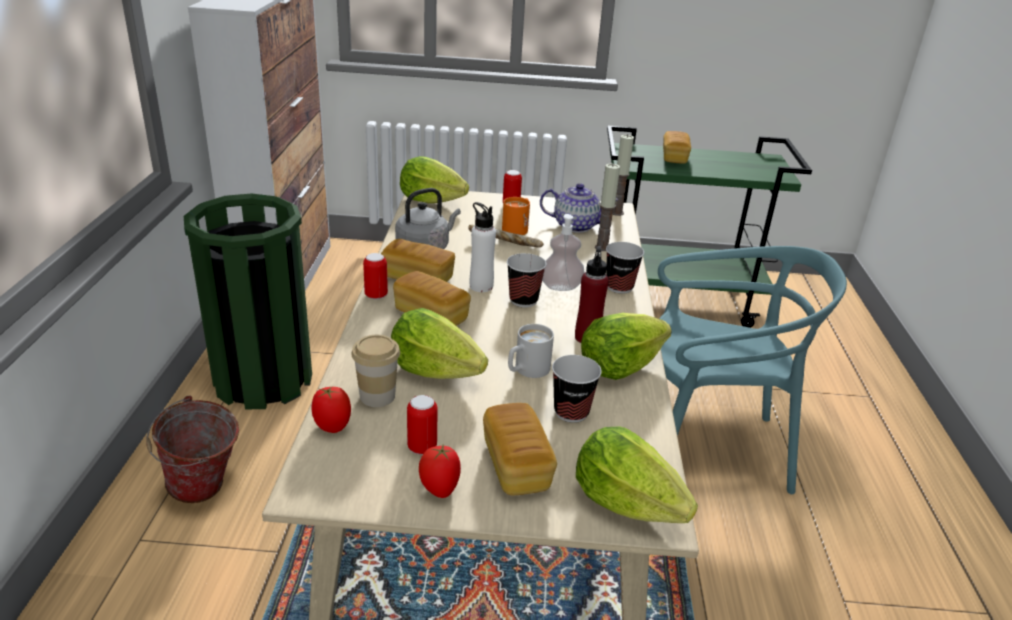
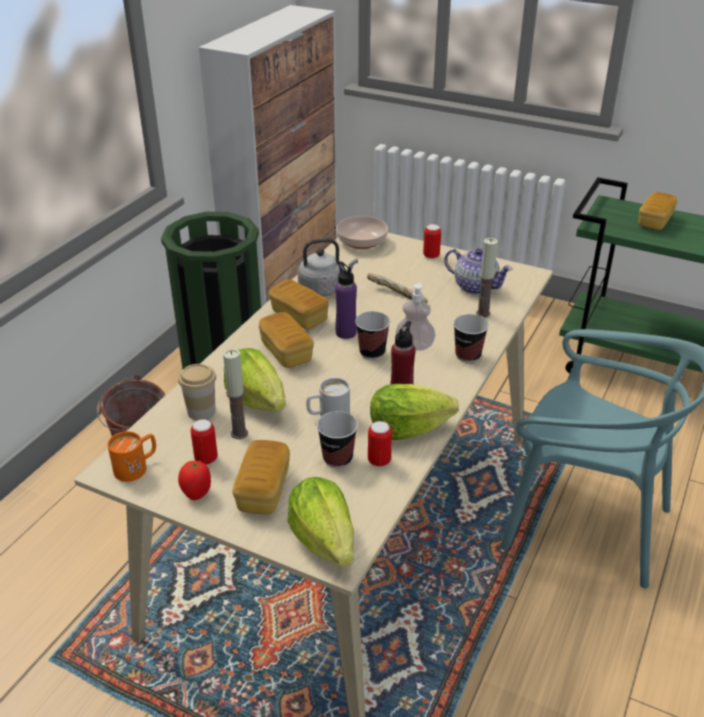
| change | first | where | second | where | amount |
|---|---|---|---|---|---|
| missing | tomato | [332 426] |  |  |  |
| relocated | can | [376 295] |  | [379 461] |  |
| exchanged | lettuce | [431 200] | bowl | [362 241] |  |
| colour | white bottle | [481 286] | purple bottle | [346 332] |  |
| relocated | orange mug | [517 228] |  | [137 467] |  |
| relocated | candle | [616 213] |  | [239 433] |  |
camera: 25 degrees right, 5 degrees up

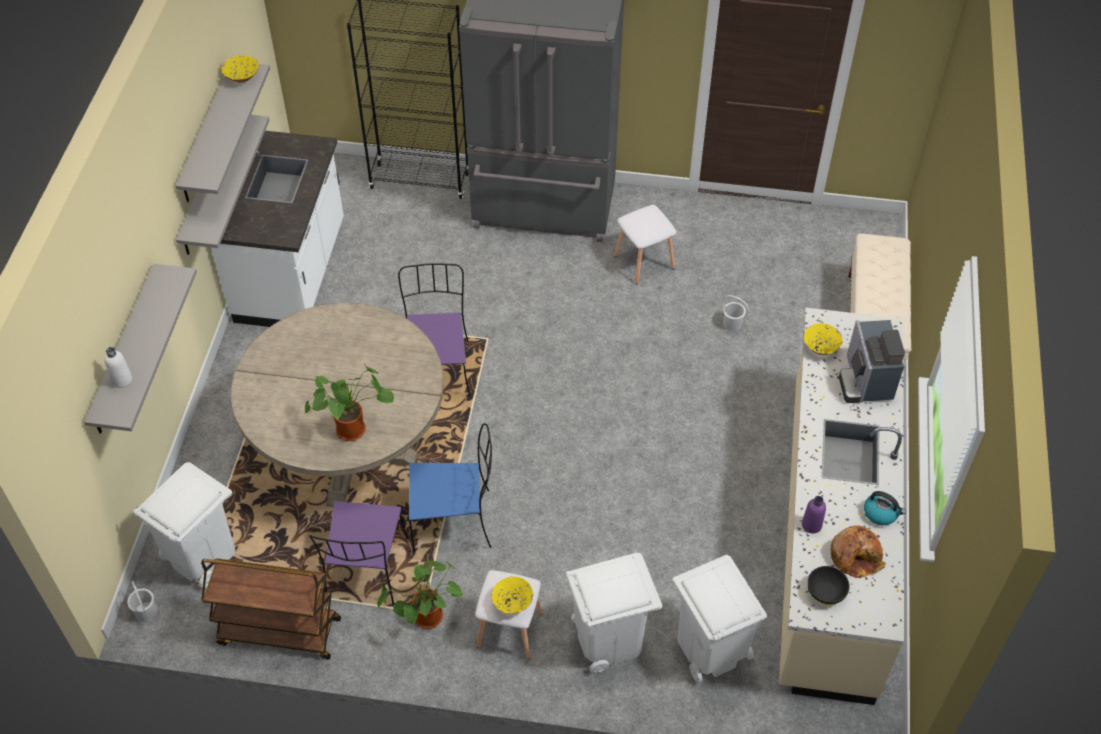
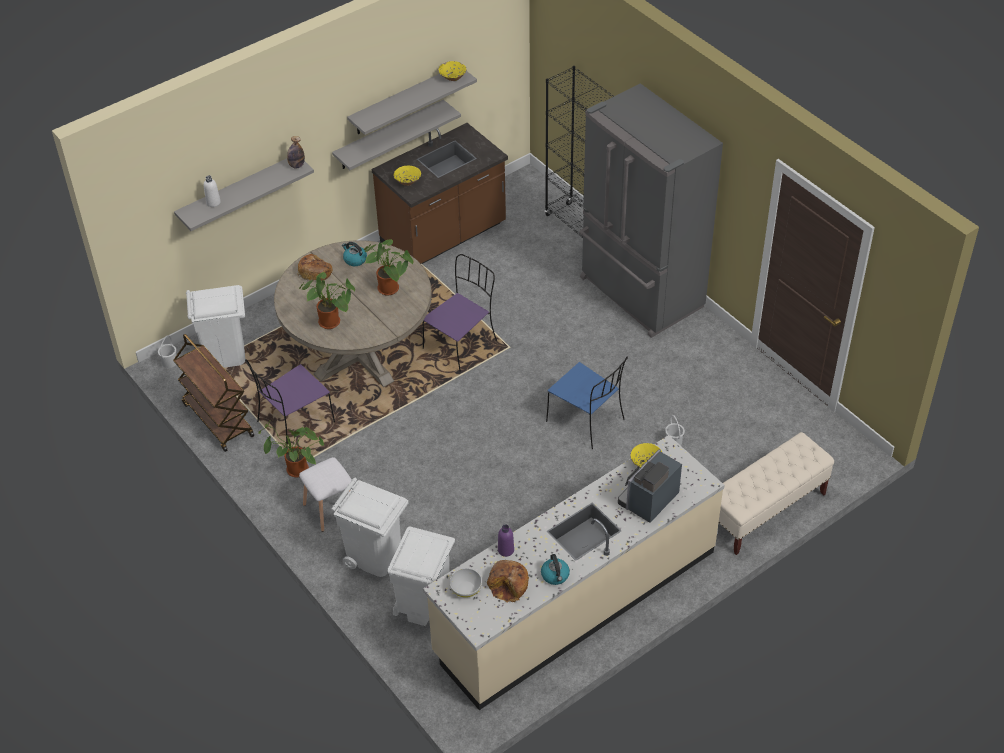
| change | first | where | second | where | amount |
|---|---|---|---|---|---|
| colour | white counter | [292 273] | brown counter | [444 236] |  |
| relocated | blue chair | [454 521] |  | [587 421] |  |
| relocated | yellow bowl | [512 602] |  | [407 182] |  |
| missing | white stool | [643 262] |  |  |  |
| colour | black bowl | [826 592] | white bowl | [466 589] |  |
| appeared |  |  | bottle | [296 165] |  |
| appeared |  |  | bread | [315 271] |  |
| appeared |  |  | kettle | [354 260] |  |
| appeared |  |  | potted plant | [390 289] |  |
camera: 45 degrees right, 5 degrees down

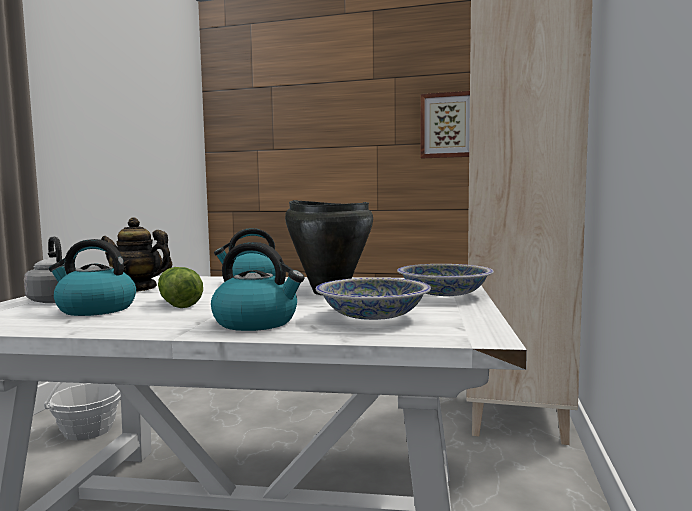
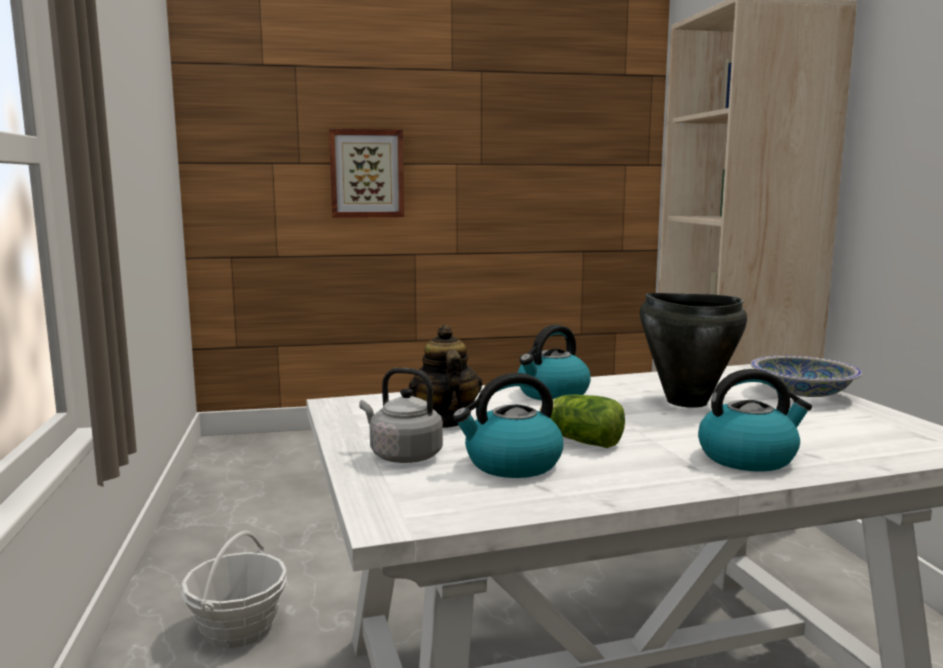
| change | first | where | second | where | amount |
|---|---|---|---|---|---|
| spun | teapot | [137 289] |  | [445 421] | 90 degrees clockwise |
| missing | bowl | [373 317] |  |  |  |
| relocated | picture | [447 125] |  | [367 173] |  |
camera: 25 degrees left, 5 degrees up

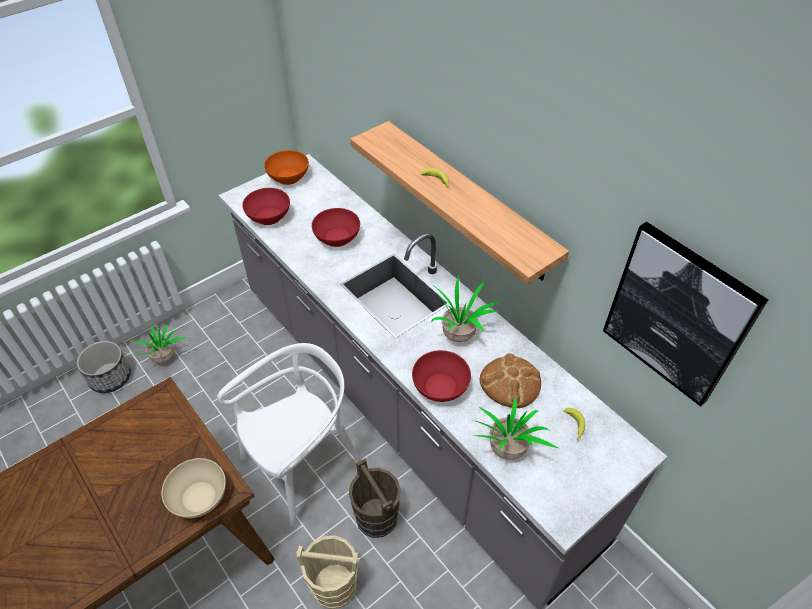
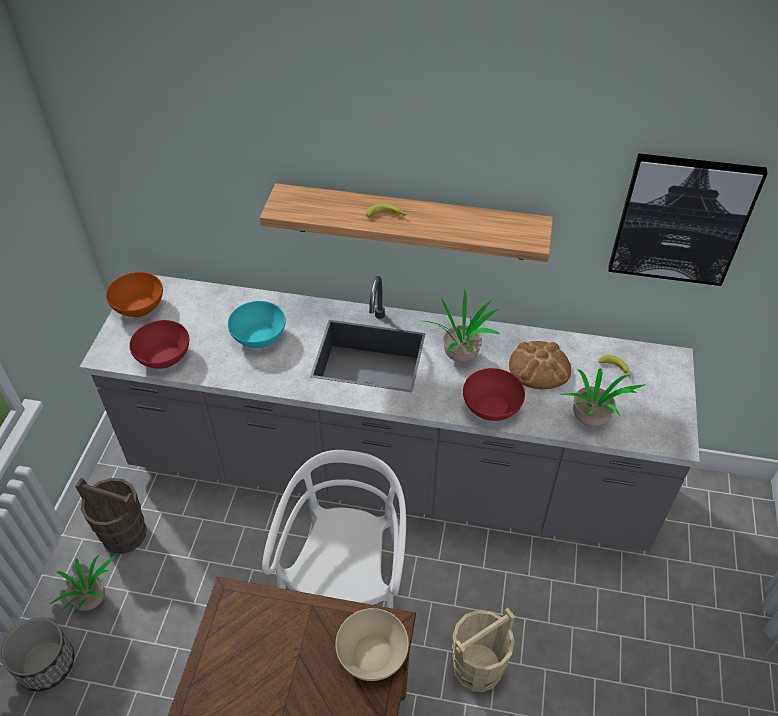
| change | first | where | second | where | amount |
|---|---|---|---|---|---|
| colour | red bowl | [337 237] | turquoise bowl | [259 336] |  |
| relocated | brown bucket | [376 517] |  | [123 533] |  |
camera: 40 degrees left, 0 degrees up

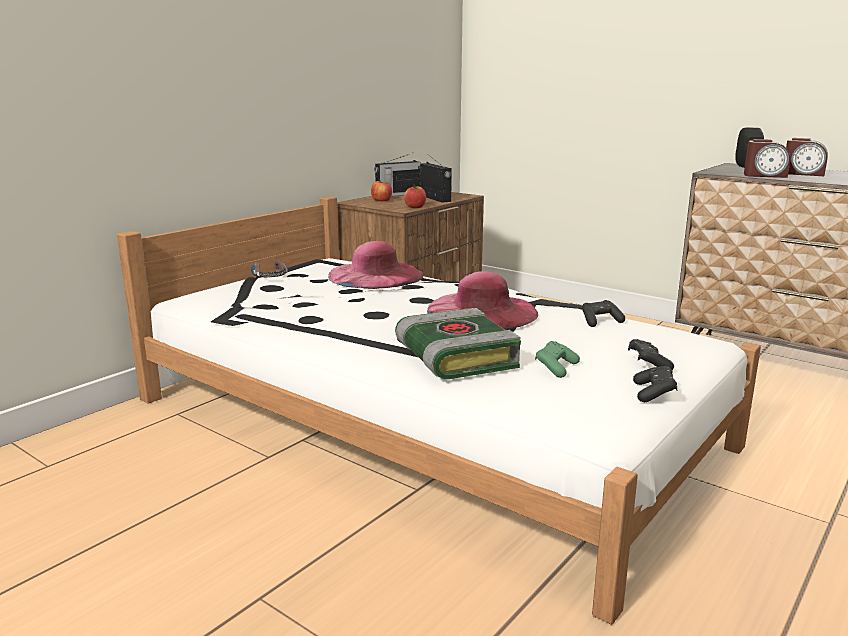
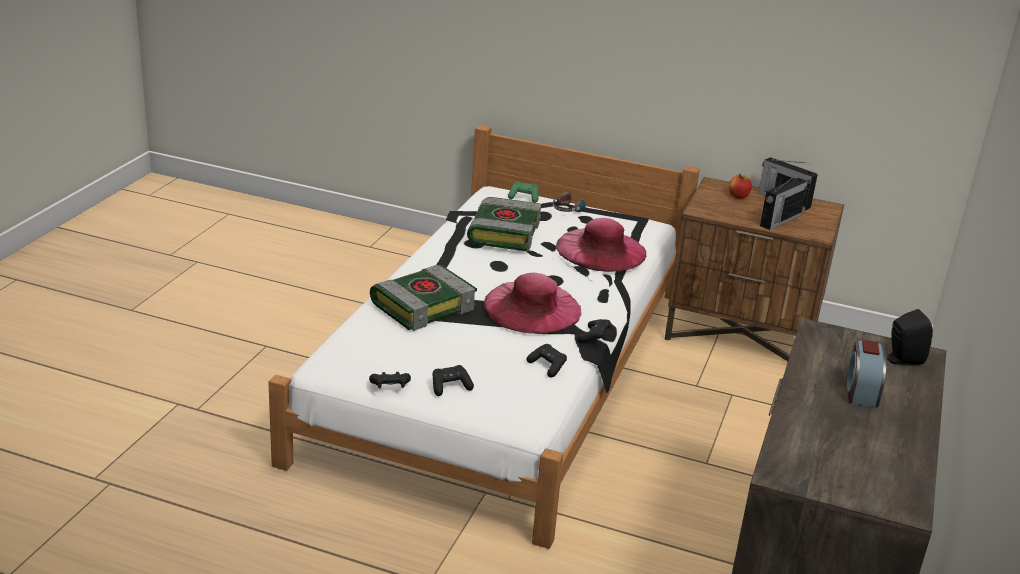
| change | first | where | second | where | amount |
|---|---|---|---|---|---|
| missing | apple | [415 207] |  |  |  |
| relocated | green game controller | [555 368] |  | [524 197] |  |
| missing | alarm clock | [764 175] |  |  |  |
| appeared |  |  | book | [503 232] |  |
| appeared |  |  | black game controller | [594 337] |  |
camera: 70 degrees right, 10 degrees up

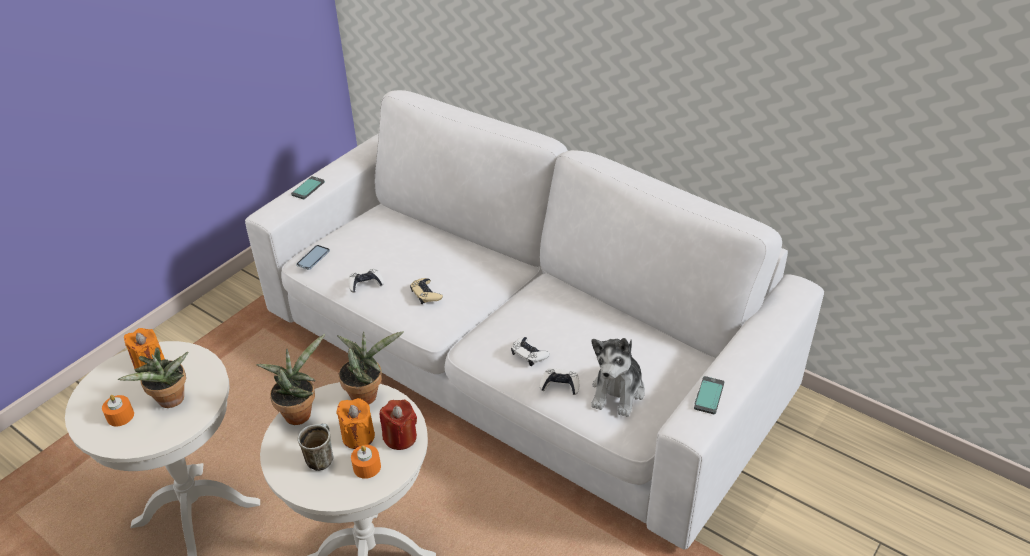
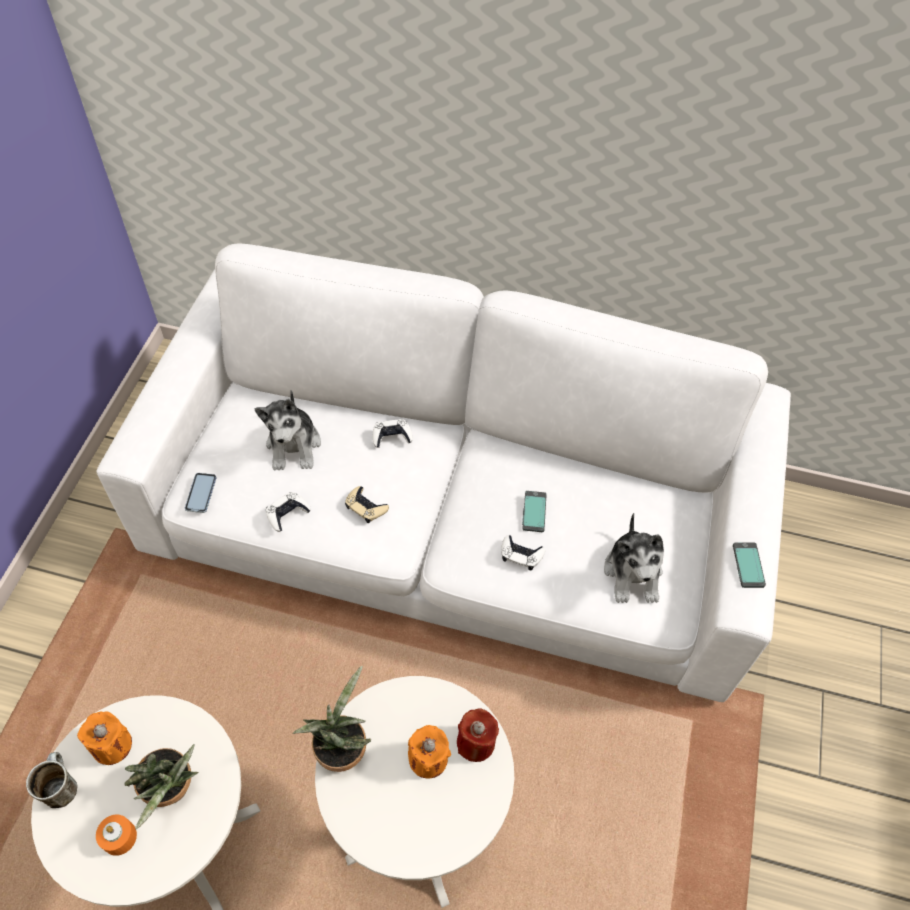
| change | first | where | second | where | amount |
|---|---|---|---|---|---|
| relocated | phone | [308 188] |  | [534 512] |  |
| relocated | mug | [320 457] |  | [61 786] |  |
| missing | potted plant | [367 394] |  |  |  |
| missing | orange candle | [367 467] |  |  |  |
| relocated | white game controller | [560 385] |  | [391 436] |  |
| appeared |  |  | plush toy | [294 445] |  |
camera: 25 degrees left, 15 degrees up

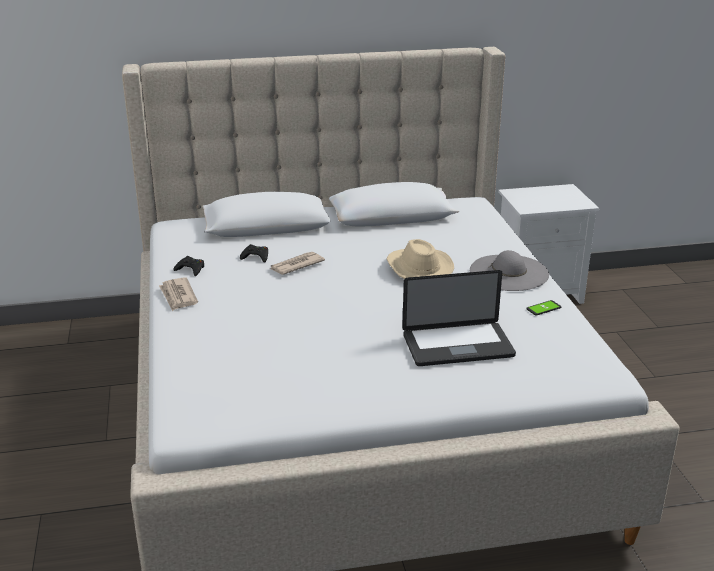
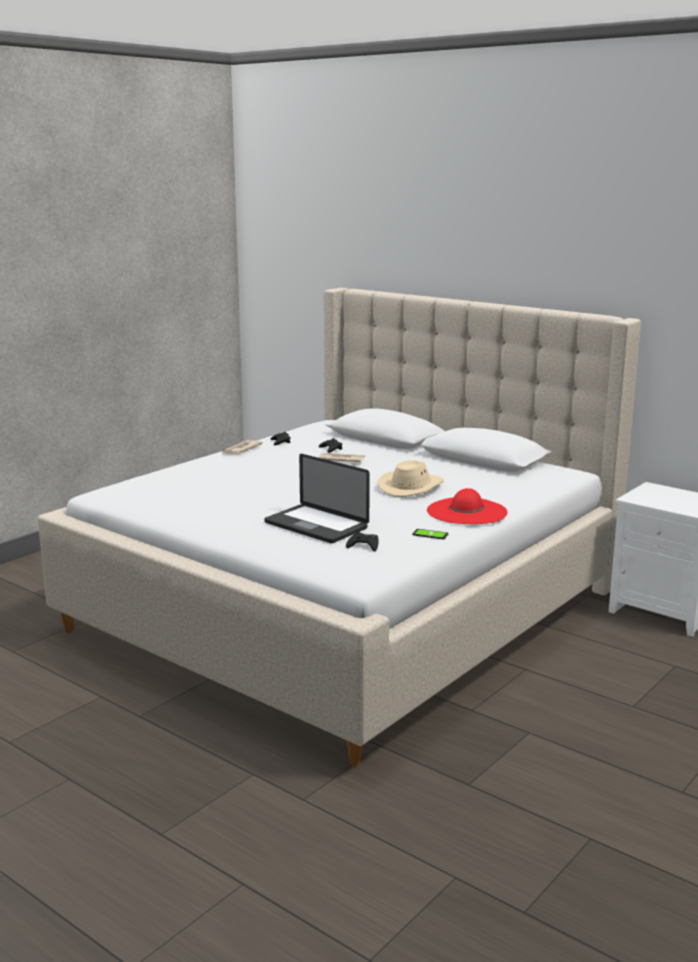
| change | first | where | second | where | amount |
|---|---|---|---|---|---|
| colour | grey hat | [509 273] | red hat | [467 511] |  |
| appeared |  |  | black game controller | [364 546] |  |
camera: 50 degrees right, 10 degrees down

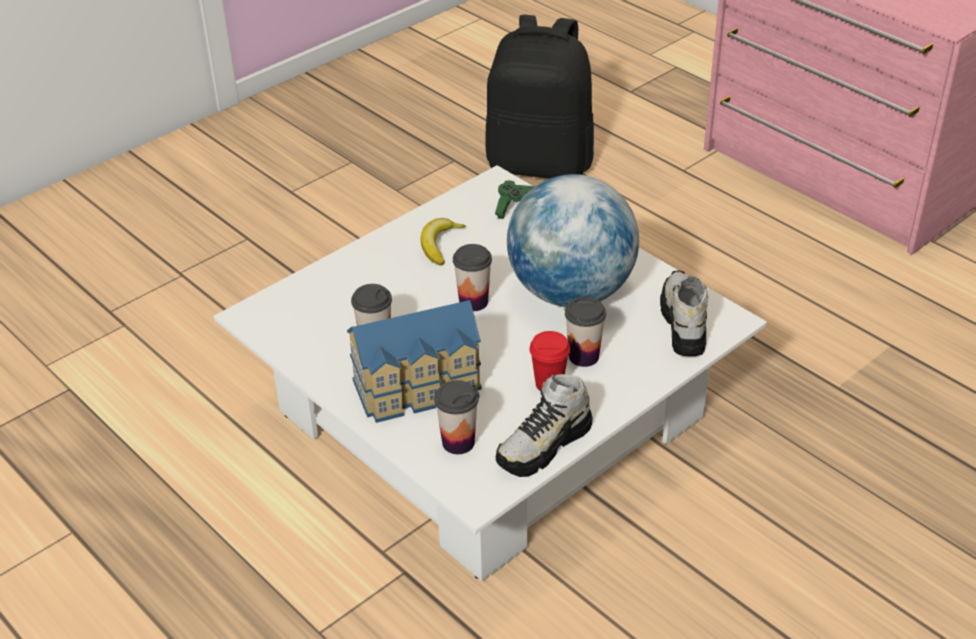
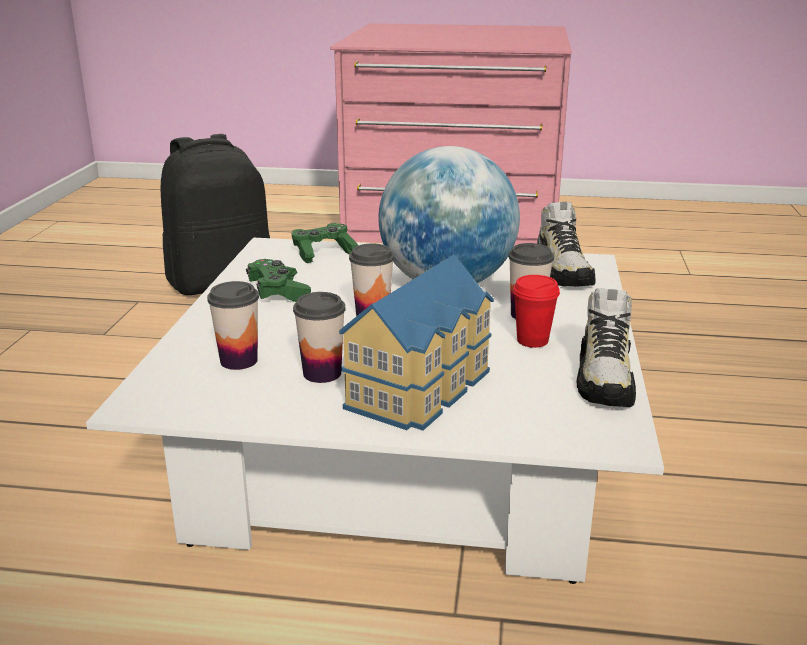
| change | first | where | second | where | amount |
|---|---|---|---|---|---|
| exchanged | banana | [439 245] | green game controller | [278 292] |  |
| relocated | cup | [458 442] |  | [239 361] |  |
| spun | shoe | [683 323] |  | [562 273] | 150 degrees counterclockwise |
camera: 40 degrees left, 15 degrees down

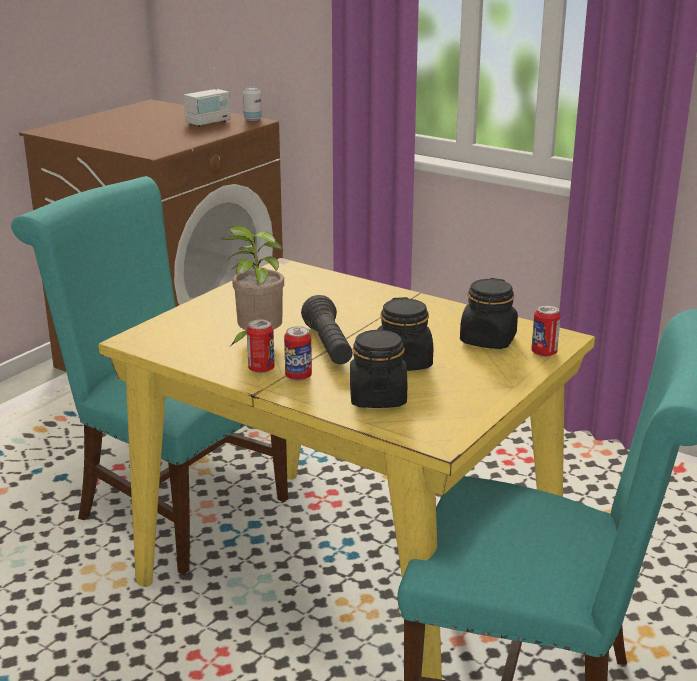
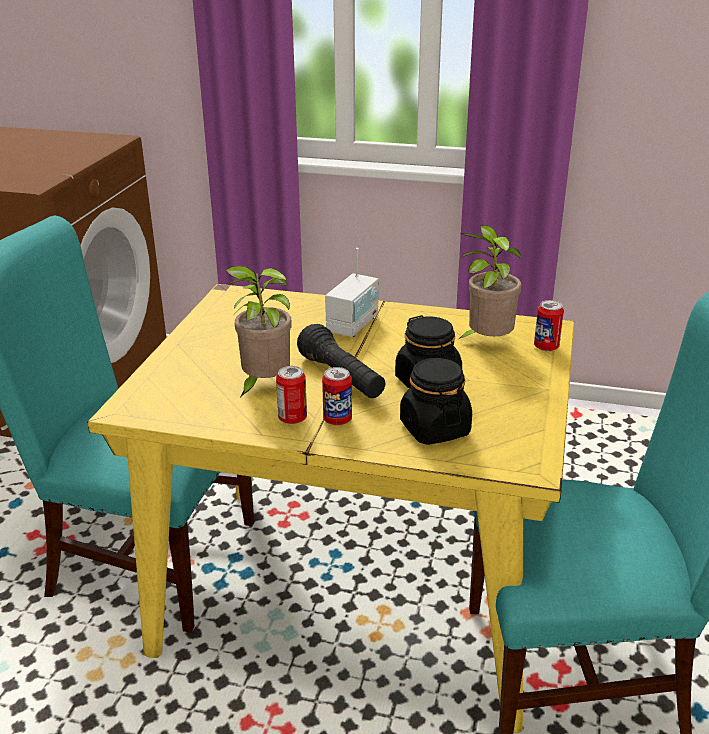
| change | first | where | second | where | amount |
|---|---|---|---|---|---|
| relocated | radio | [208 122] |  | [353 325] |  |
| missing | can | [252 119] |  |  |  |
| exchanged | black jar | [488 340] | potted plant | [486 342] |  |
camera: 20 degrees left, 5 degrees up

